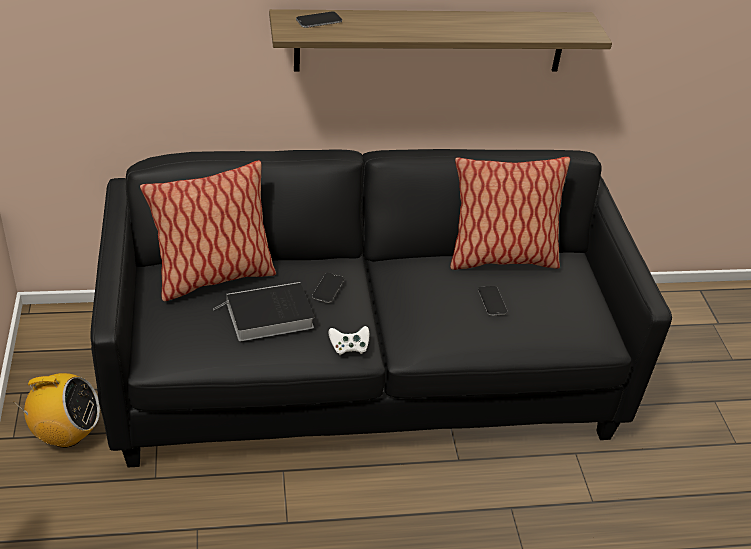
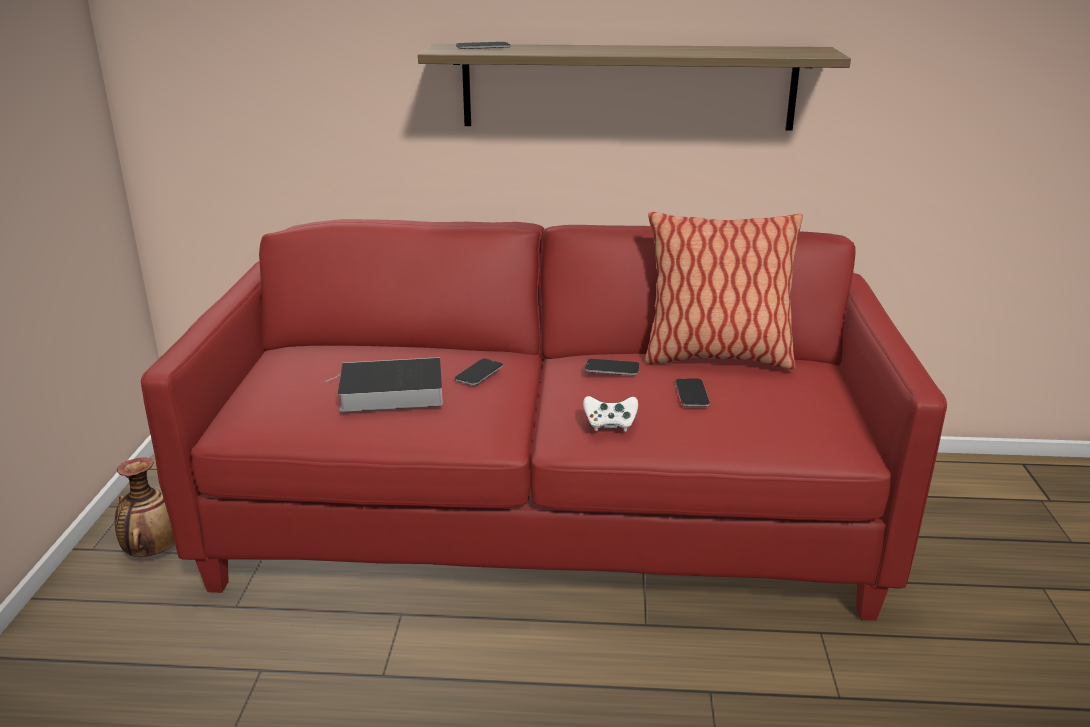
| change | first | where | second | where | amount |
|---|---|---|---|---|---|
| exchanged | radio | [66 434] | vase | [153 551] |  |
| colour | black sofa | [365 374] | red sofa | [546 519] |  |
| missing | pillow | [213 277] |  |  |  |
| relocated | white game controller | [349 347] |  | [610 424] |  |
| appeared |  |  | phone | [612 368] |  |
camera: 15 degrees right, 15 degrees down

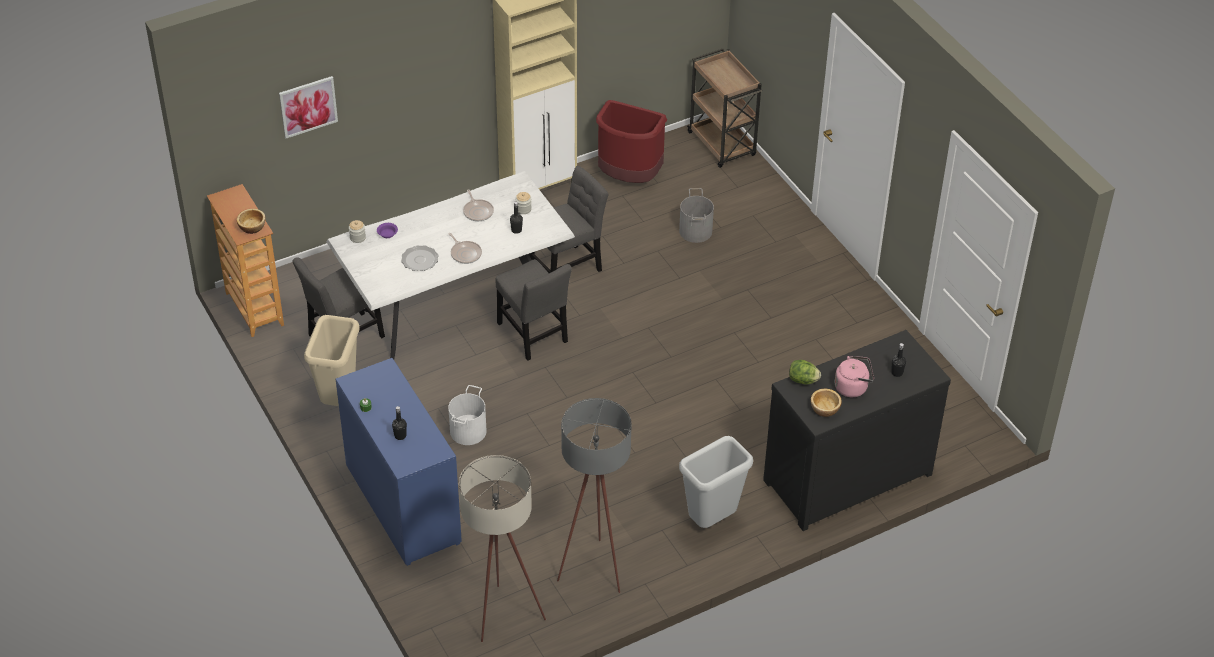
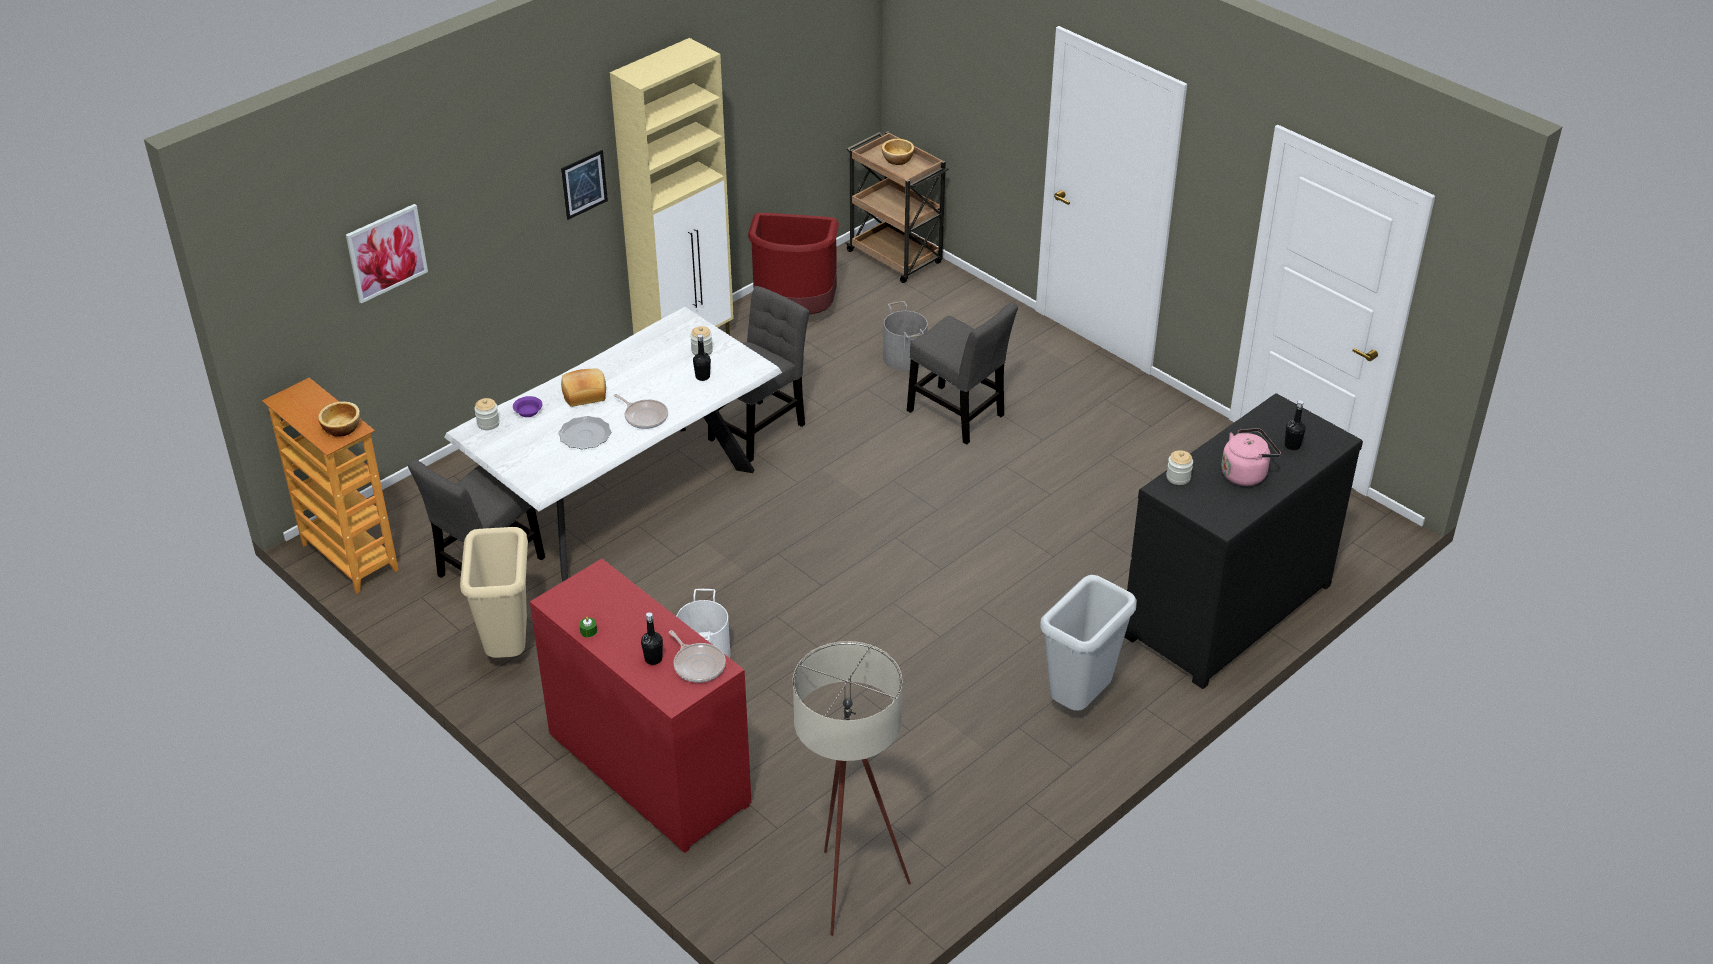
| change | first | where | second | where | amount |
|---|---|---|---|---|---|
| colour | blue dresser | [403 504] | red dresser | [648 770] |  |
| relocated | frying pan | [478 211] |  | [698 664] |  |
| relocated | grey chair | [533 335] |  | [959 416] |  |
| missing | grey floor lamp | [594 564] |  |  |  |
| exchanged | lettuce | [803 380] | jar | [1178 477] |  |
| relocated | bowl | [825 409] |  | [898 159] |  |
| appeared |  |  | picture | [584 184] |  |
| appeared |  |  | bread | [584 394] |  |
camera: 15 degrees left, 5 degrees down

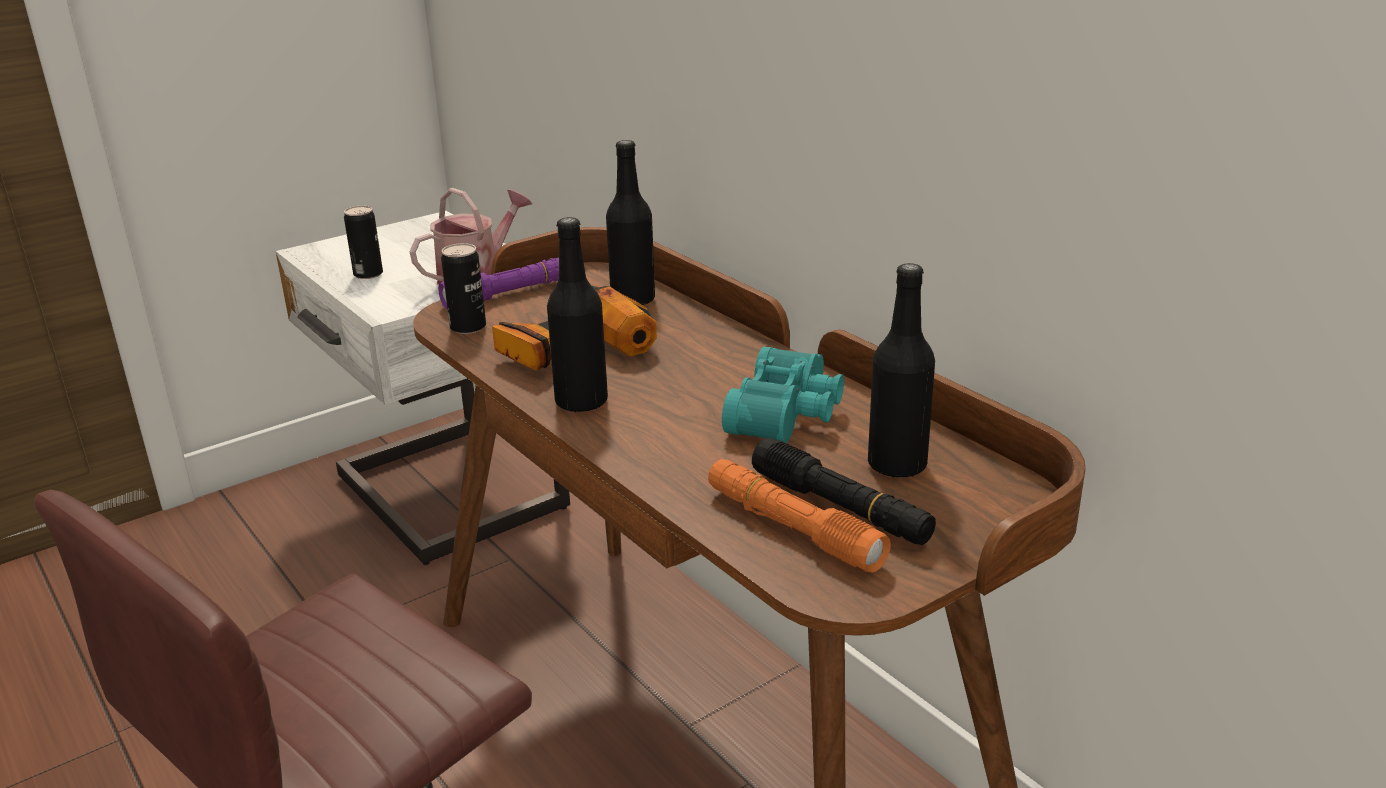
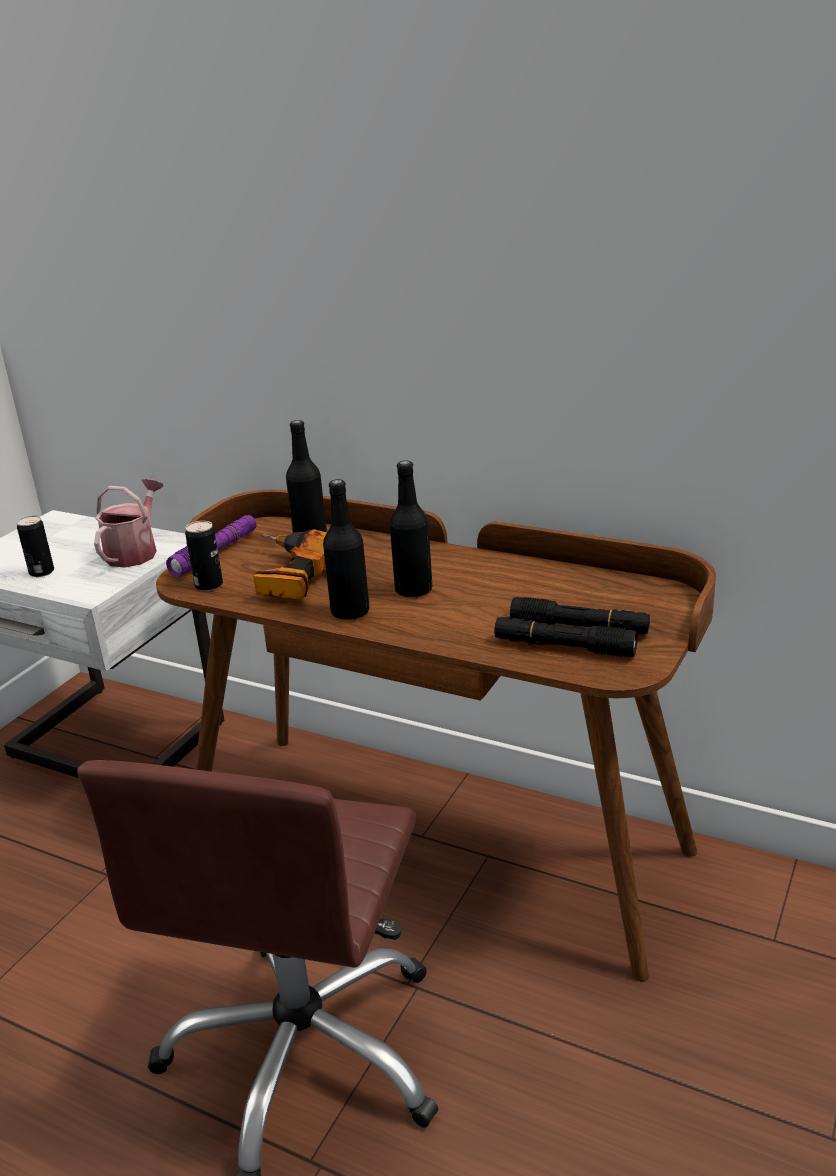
| change | first | where | second | where | amount |
|---|---|---|---|---|---|
| colour | orange flashlight | [792 528] | black flashlight | [564 647] |  |
| missing | turquoise binoculars | [789 414] |  |  |  |
| relocated | black bottle | [897 465] |  | [413 590] |  |
camera: 25 degrees left, 0 degrees up

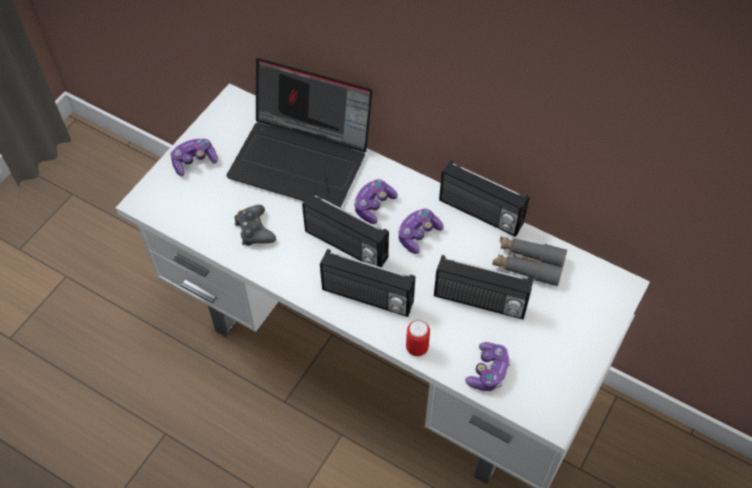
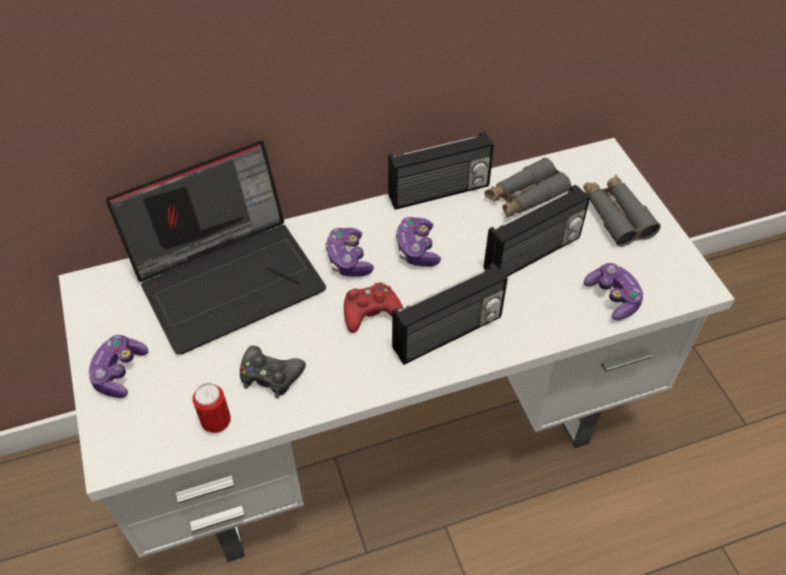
| change | first | where | second | where | amount |
|---|---|---|---|---|---|
| exchanged | radio | [345 246] | red game controller | [371 312] |  |
| relocated | can | [417 348] |  | [216 422] |  |
| appeared |  |  | grey binoculars | [616 215] |  |
camera: 50 degrees left, 5 degrees down

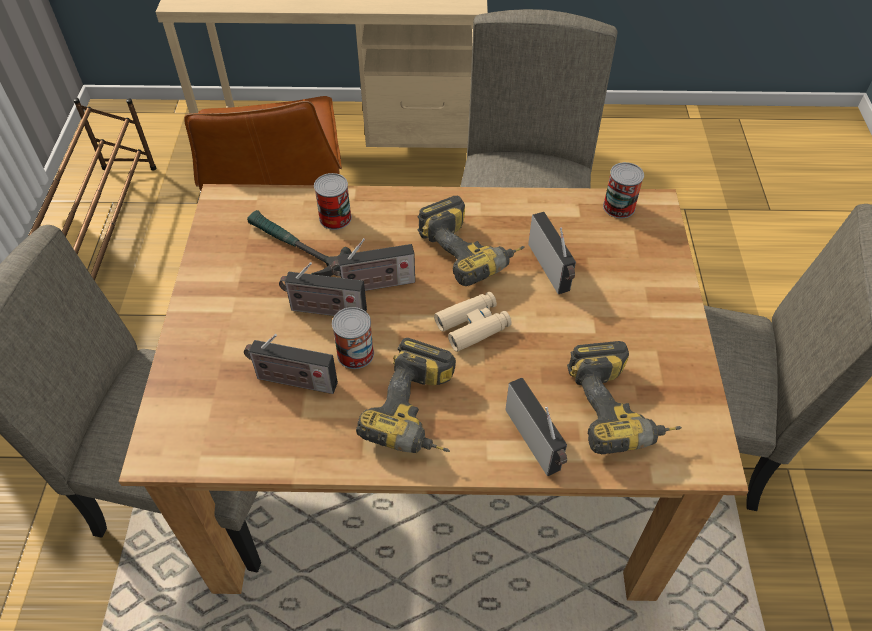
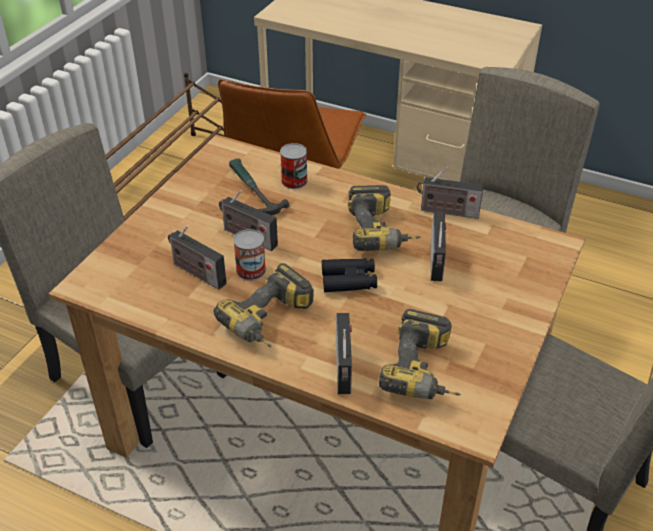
| change | first | where | second | where | amount |
|---|---|---|---|---|---|
| relocated | radio | [374 285] |  | [446 211] |  |
| colour | beige binoculars | [473 326] | black binoculars | [349 280] |  |
| missing | can | [619 207] |  |  |  |
camera: 25 degrees right, 10 degrees down

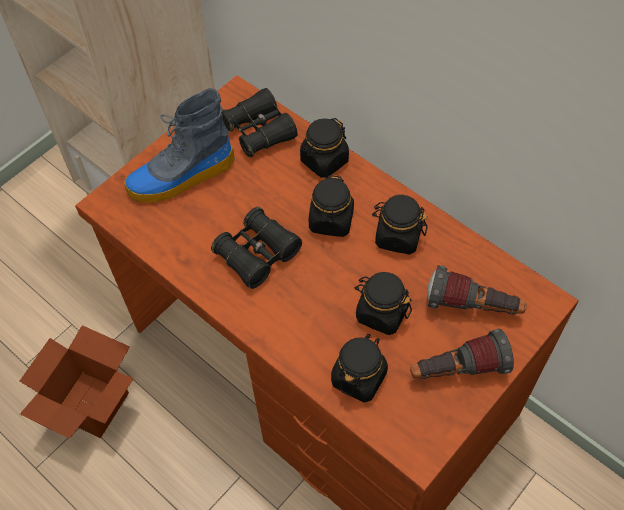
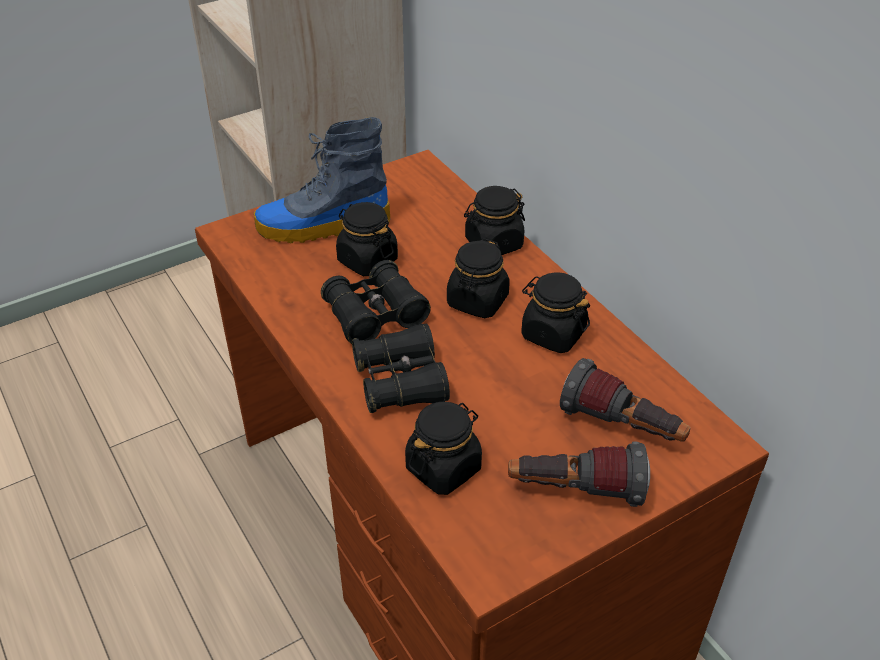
| change | first | where | second | where | amount |
|---|---|---|---|---|---|
| missing | cardboard box | [91 404] |  |  |  |
| relocated | black binoculars | [259 131] |  | [400 382] |  |
| relocated | black jar | [381 313] |  | [367 260] |  |
camera: 15 degrees right, 15 degrees down

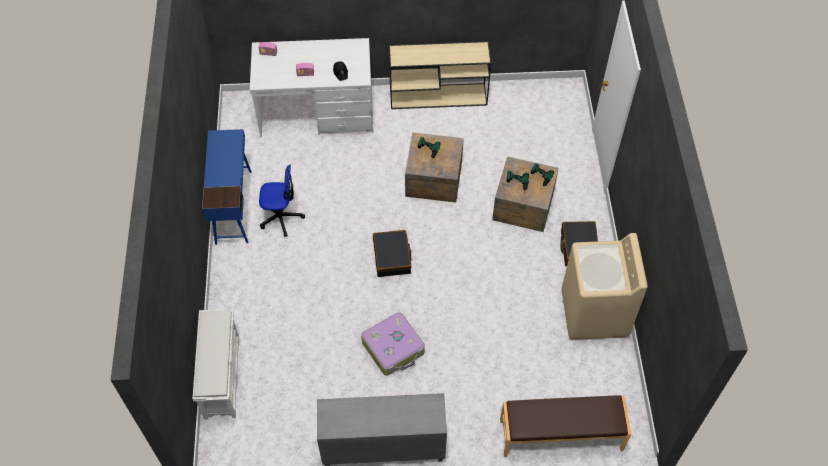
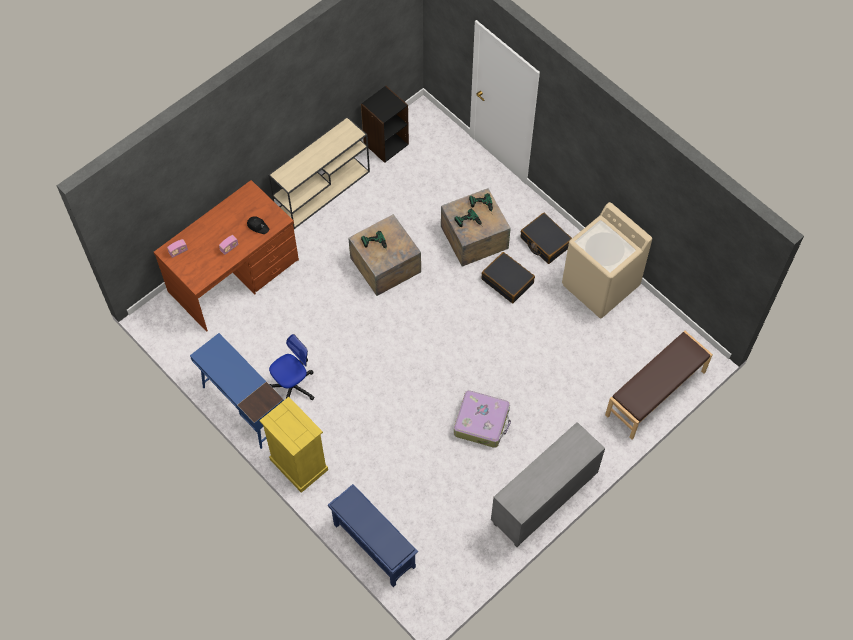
| change | first | where | second | where | amount |
|---|---|---|---|---|---|
| colour | white shoe rack | [221 376] | blue shoe rack | [373 545] |  |
| colour | white desk | [317 113] | brown desk | [234 276] |  |
| relocated | black suitcase | [392 257] |  | [507 281] |  |
| appeared |  |  | yellow dresser | [298 464] |  |
| appeared |  |  | black bookcase | [385 143] |  |
camera: 40 degrees left, 5 degrees up

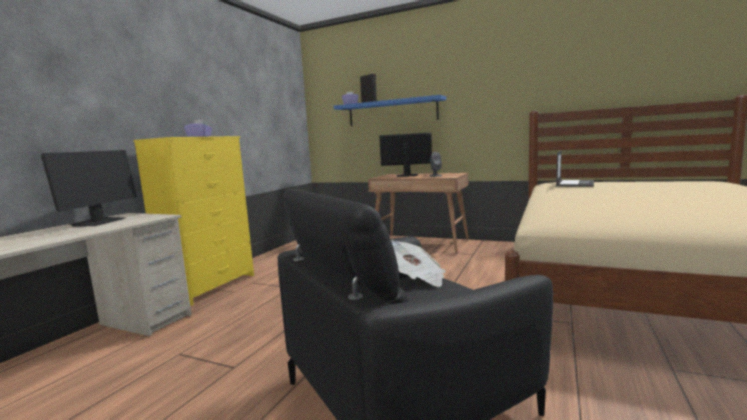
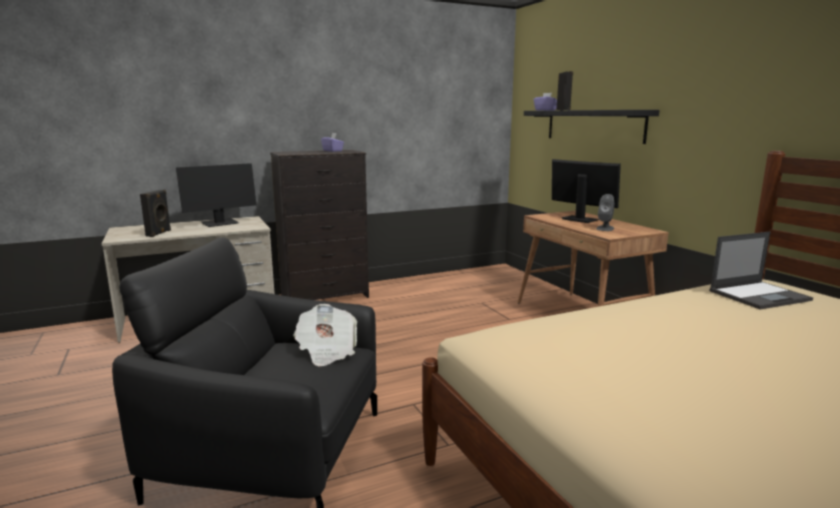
| change | first | where | second | where | amount |
|---|---|---|---|---|---|
| colour | yellow dresser | [211 286] | black dresser | [326 297] |  |
| colour | blue shelf | [392 112] | black shelf | [593 125] |  |
| appeared |  |  | black speaker | [159 233] |  |
camera: 40 degrees right, 5 degrees up

